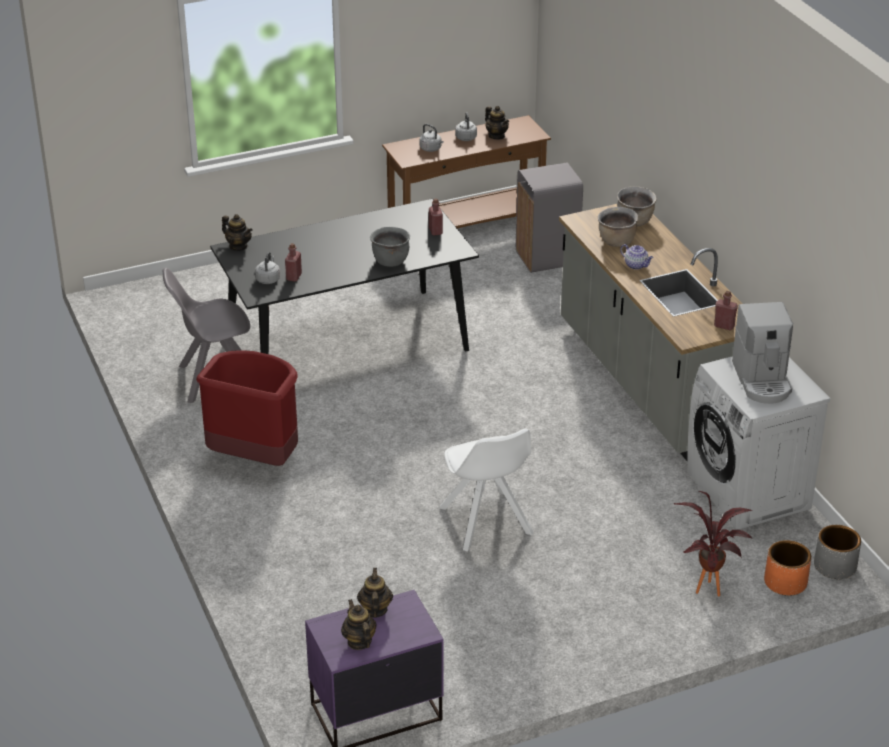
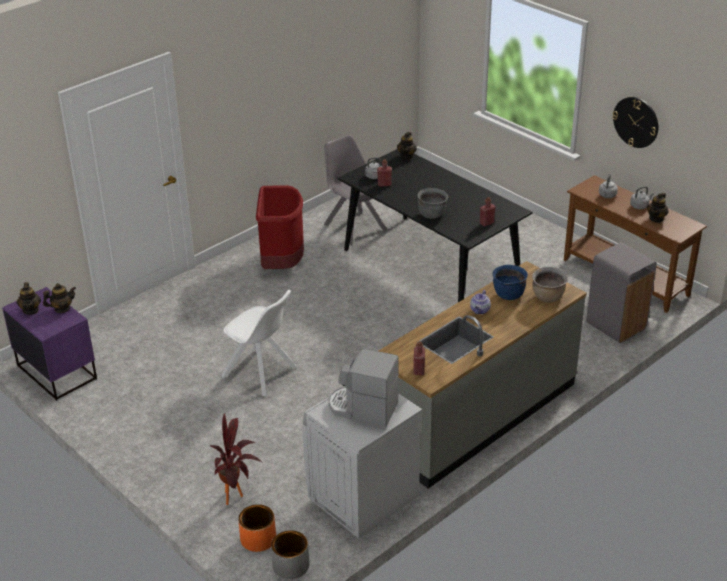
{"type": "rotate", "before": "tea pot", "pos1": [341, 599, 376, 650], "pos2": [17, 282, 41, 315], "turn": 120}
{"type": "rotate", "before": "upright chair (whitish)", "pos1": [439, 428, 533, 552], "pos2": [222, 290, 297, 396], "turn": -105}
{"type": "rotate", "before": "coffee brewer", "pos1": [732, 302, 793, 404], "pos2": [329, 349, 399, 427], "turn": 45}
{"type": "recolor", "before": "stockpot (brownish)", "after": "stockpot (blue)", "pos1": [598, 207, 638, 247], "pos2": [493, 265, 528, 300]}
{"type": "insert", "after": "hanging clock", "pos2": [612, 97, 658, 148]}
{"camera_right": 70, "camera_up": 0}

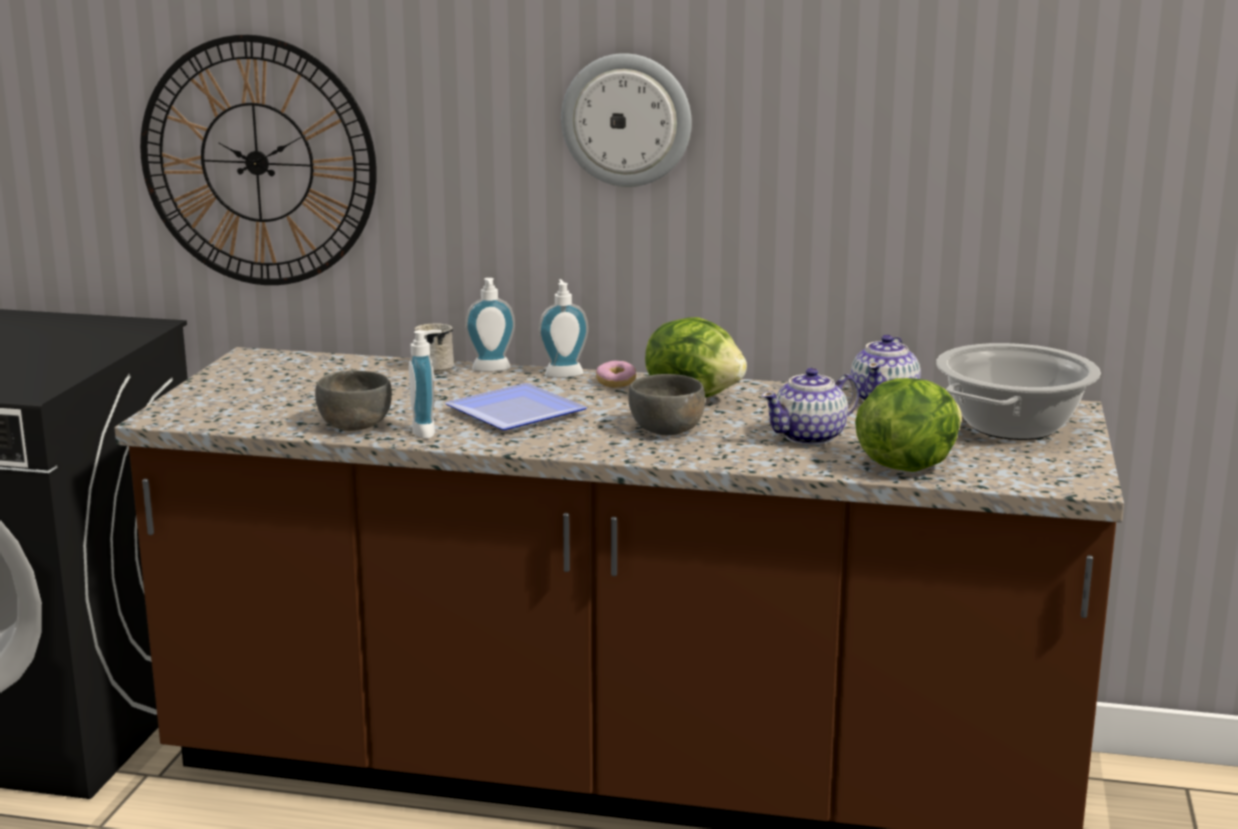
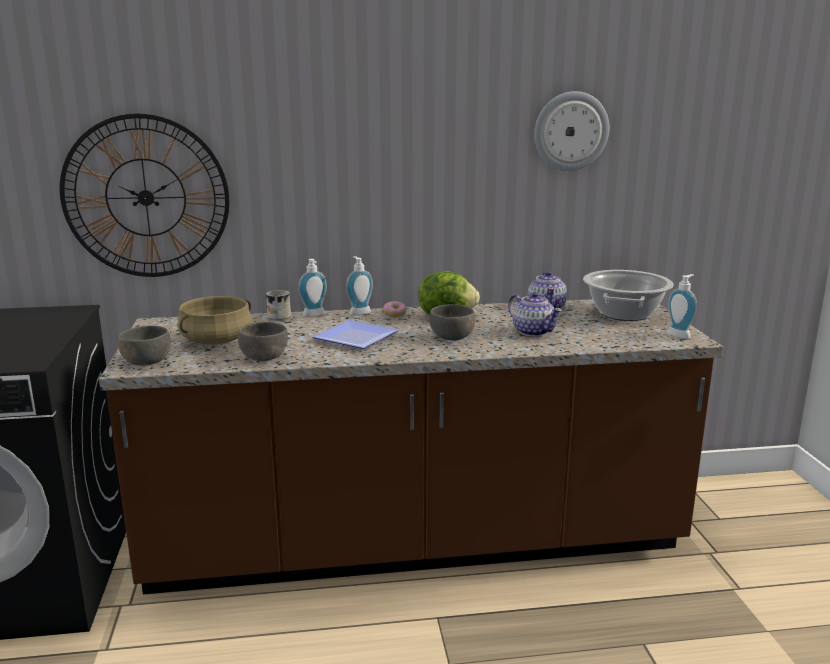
{"type": "insert", "after": "deep dish (grey)", "pos2": [118, 326, 171, 366]}
{"type": "insert", "after": "stockpot (beige-coloured)", "pos2": [177, 296, 252, 345]}
{"type": "rotate", "before": "tea pot", "pos1": [761, 368, 859, 445], "pos2": [508, 292, 562, 337], "turn": -75}
{"type": "move", "before": "hanging clock", "pos1": [561, 53, 692, 187], "pos2": [534, 91, 609, 171]}
{"type": "move", "before": "soap dispenser", "pos1": [409, 330, 442, 439], "pos2": [668, 274, 697, 339]}
{"type": "delete", "before": "lettuce", "pos1": [855, 378, 962, 472]}
{"camera_right": -20, "camera_up": 0}

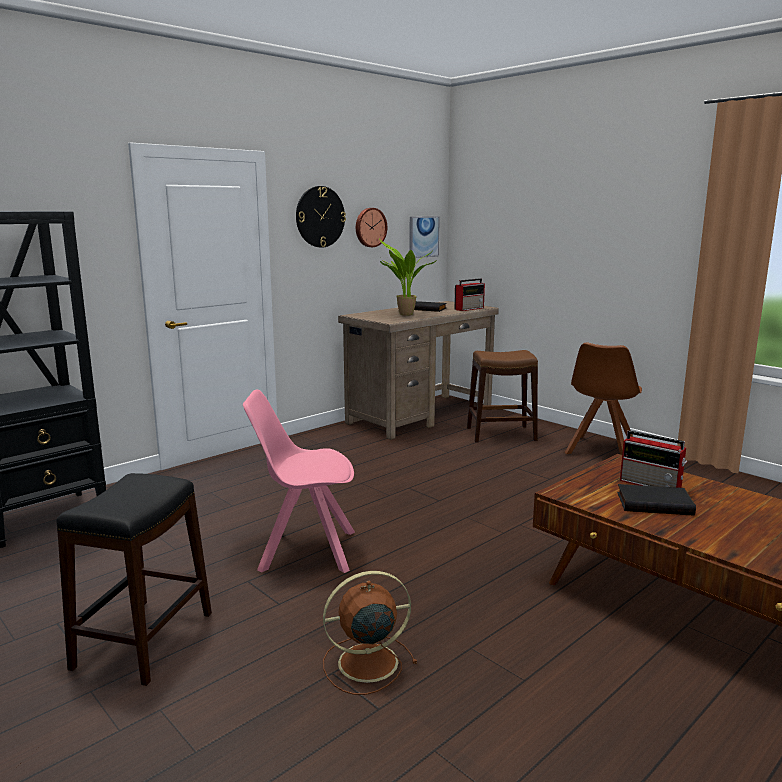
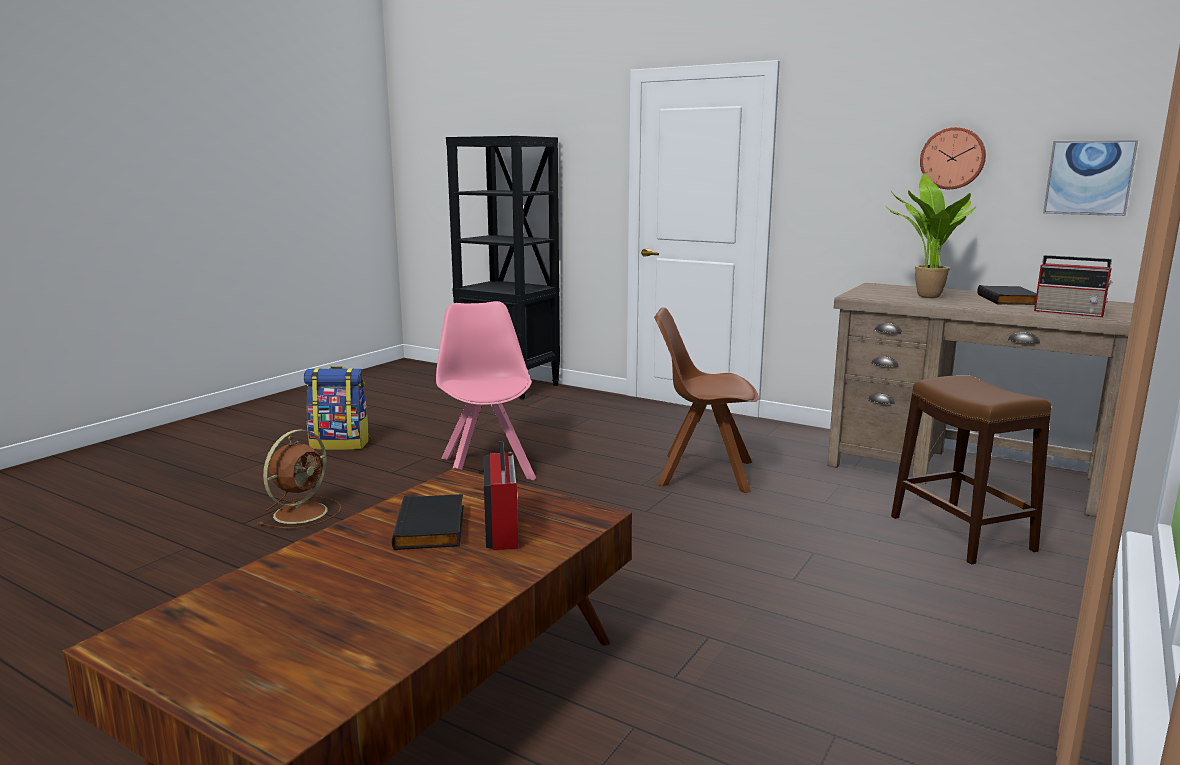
{"type": "rotate", "before": "cooling fan (brownish)", "pos1": [323, 571, 417, 695], "pos2": [258, 429, 341, 529], "turn": 60}
{"type": "replace", "before": "stool seat (black)", "after": "knapsack", "pos1": [56, 473, 212, 686], "pos2": [304, 366, 370, 450]}
{"type": "rotate", "before": "radio set", "pos1": [620, 430, 687, 488], "pos2": [484, 442, 518, 550], "turn": 150}
{"type": "move", "before": "upright chair (brownish)", "pos1": [565, 342, 642, 455], "pos2": [654, 307, 759, 493]}
{"type": "delete", "before": "hanging clock", "pos1": [296, 186, 346, 248]}
{"camera_right": 75, "camera_up": 0}

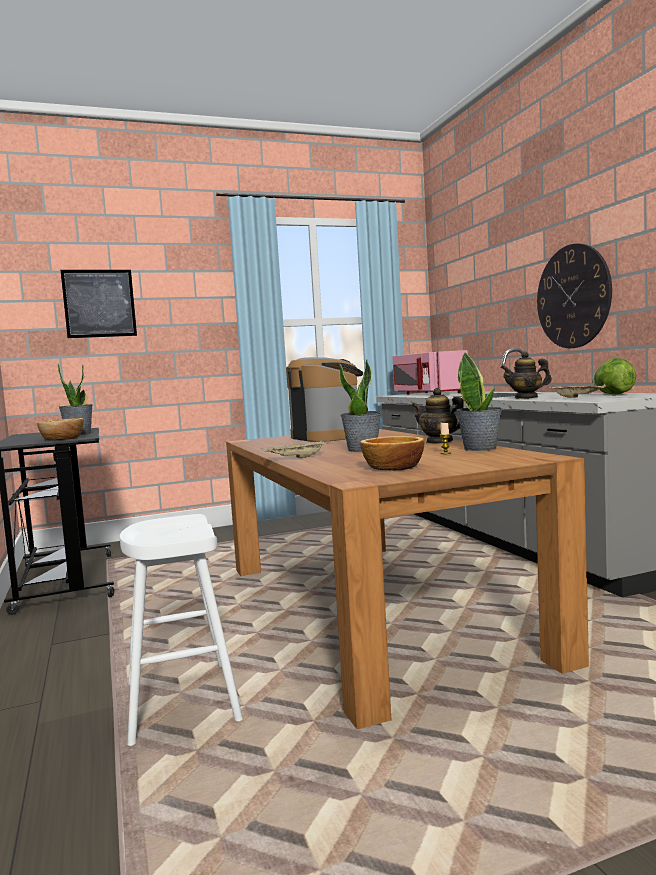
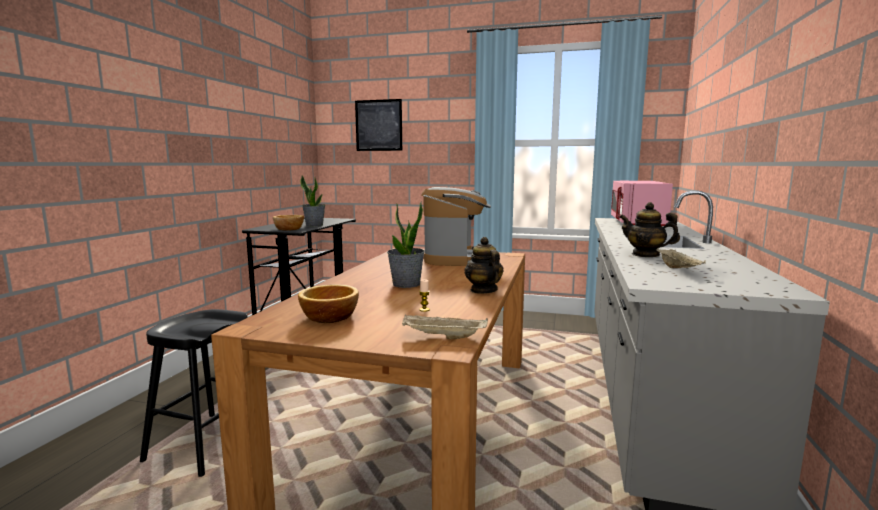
{"type": "recolor", "before": "stool seat (whitish)", "after": "stool seat (black)", "pos1": [120, 514, 243, 746], "pos2": [140, 309, 248, 477]}
{"type": "move", "before": "tray (beige-coloured)", "pos1": [260, 439, 329, 458], "pos2": [402, 314, 488, 339]}
{"type": "delete", "before": "potted plant", "pos1": [456, 352, 502, 451]}
{"type": "delete", "before": "hanging clock", "pos1": [537, 244, 612, 348]}
{"type": "delete", "before": "lettuce", "pos1": [592, 358, 636, 395]}
{"camera_right": 35, "camera_up": 5}

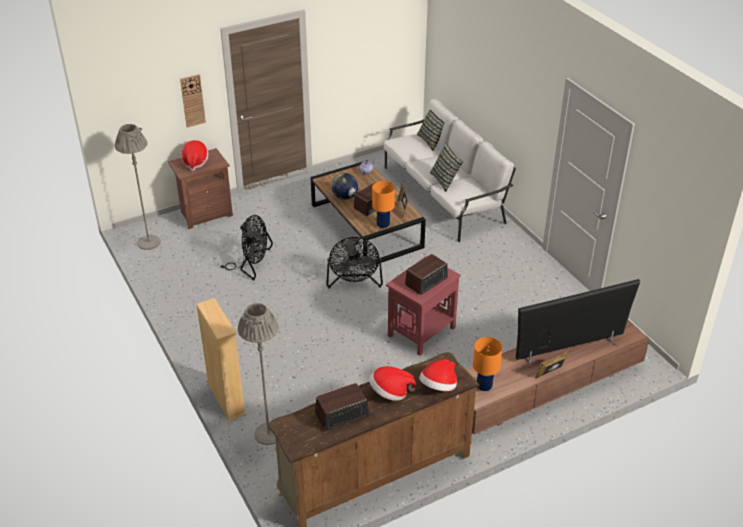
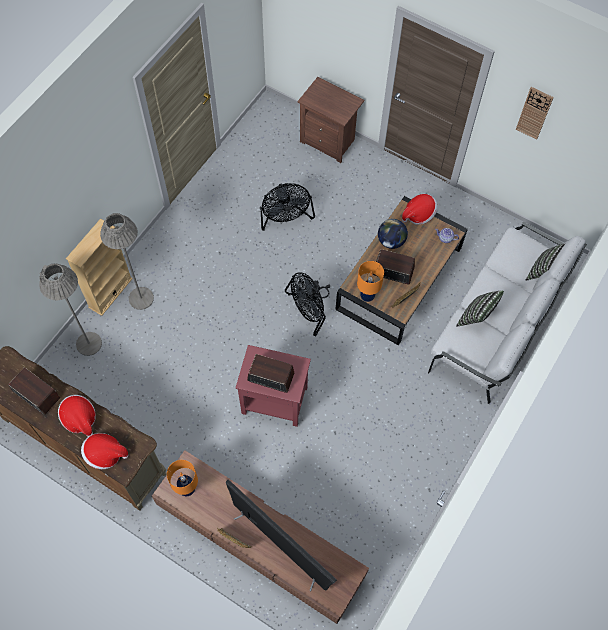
{"type": "move", "before": "floor lamp (grey)", "pos1": [115, 124, 161, 250], "pos2": [100, 213, 154, 310]}
{"type": "move", "before": "clothing hat", "pos1": [181, 140, 208, 171], "pos2": [402, 194, 437, 224]}
{"type": "move", "before": "hanging clock", "pos1": [180, 74, 206, 127], "pos2": [516, 87, 554, 140]}
{"camera_right": 60, "camera_up": 25}

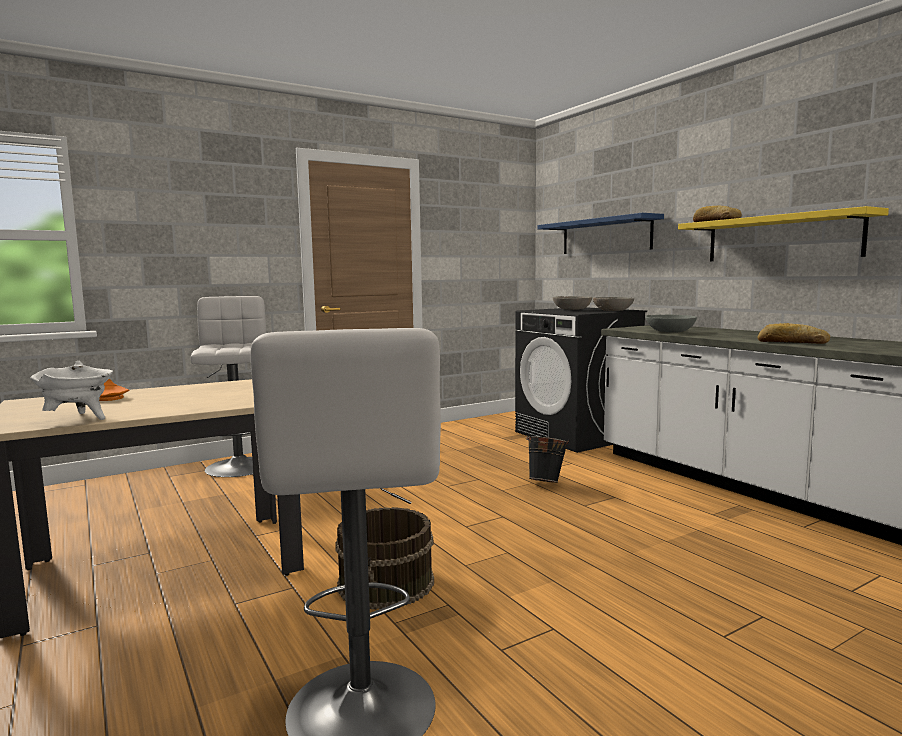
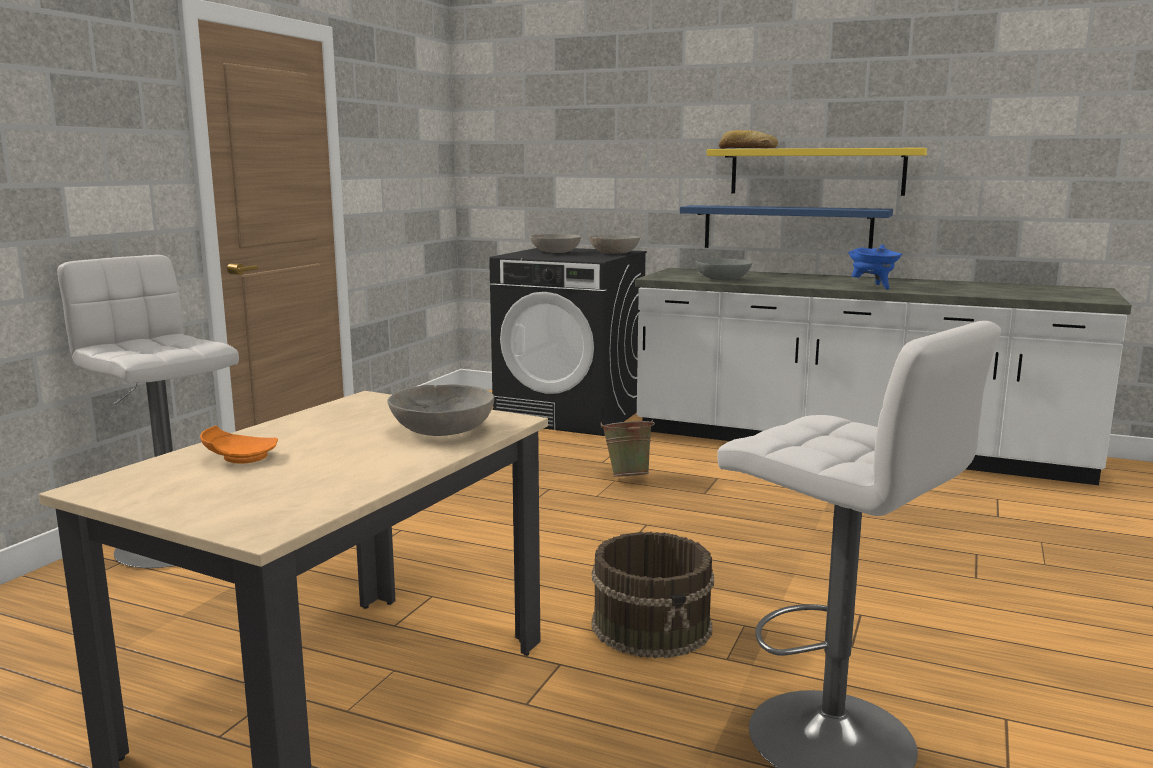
{"type": "insert", "after": "deep dish (grey)", "pos2": [387, 384, 494, 436]}
{"type": "recolor", "before": "bucket (black)", "after": "bucket (greenish)", "pos1": [526, 435, 570, 483], "pos2": [600, 420, 655, 477]}
{"type": "move", "before": "bracket shelf (blue)", "pos1": [537, 213, 664, 254], "pos2": [680, 205, 893, 249]}
{"type": "replace", "before": "bread", "after": "stockpot (blue)", "pos1": [757, 323, 830, 344], "pos2": [848, 244, 902, 290]}
{"type": "delete", "before": "stockpot (whitish)", "pos1": [30, 361, 113, 420]}
{"camera_right": -35, "camera_up": 5}

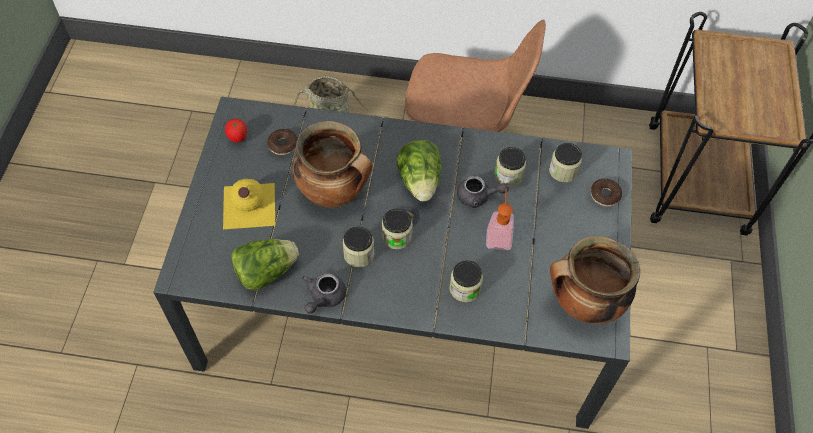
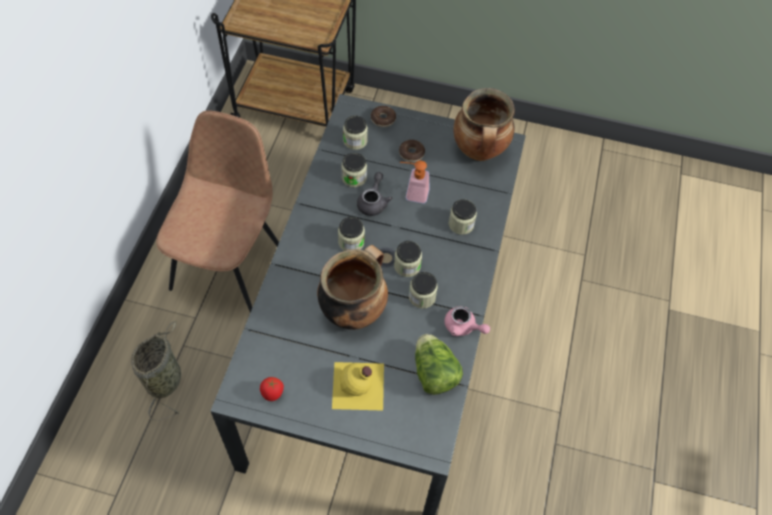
{"type": "replace", "before": "lettuce", "after": "preserve jar", "pos1": [397, 140, 441, 201], "pos2": [338, 217, 365, 251]}
{"type": "move", "before": "ring doughnut", "pos1": [267, 129, 298, 155], "pos2": [399, 140, 425, 162]}
{"type": "recolor", "before": "tea pot (grey)", "after": "tea pot (pinkish)", "pos1": [302, 273, 346, 314], "pos2": [444, 306, 490, 336]}
{"camera_right": -85, "camera_up": 0}

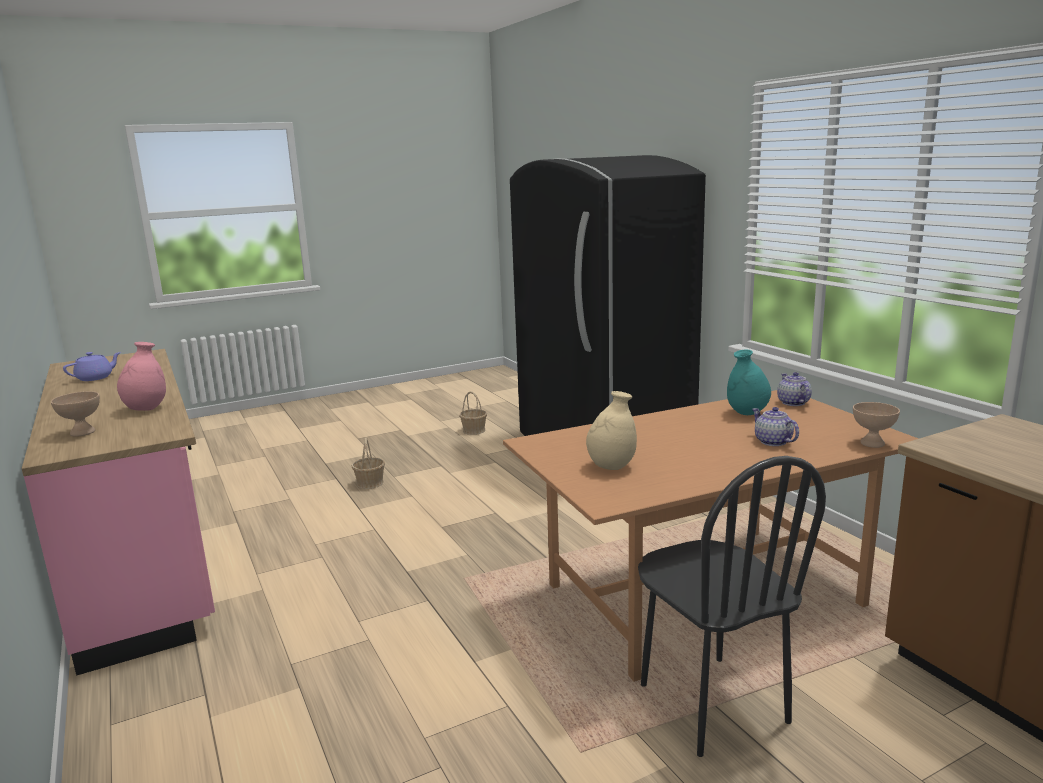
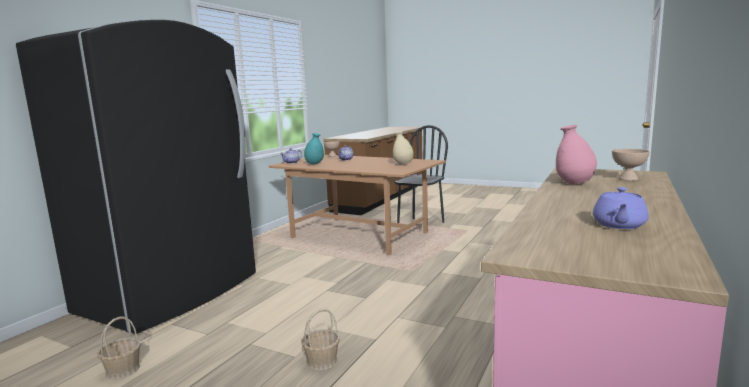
{"type": "rotate", "before": "tea pot (purple-coloured)", "pos1": [63, 352, 121, 381], "pos2": [593, 187, 649, 229], "turn": -75}
{"camera_right": -125, "camera_up": -5}

